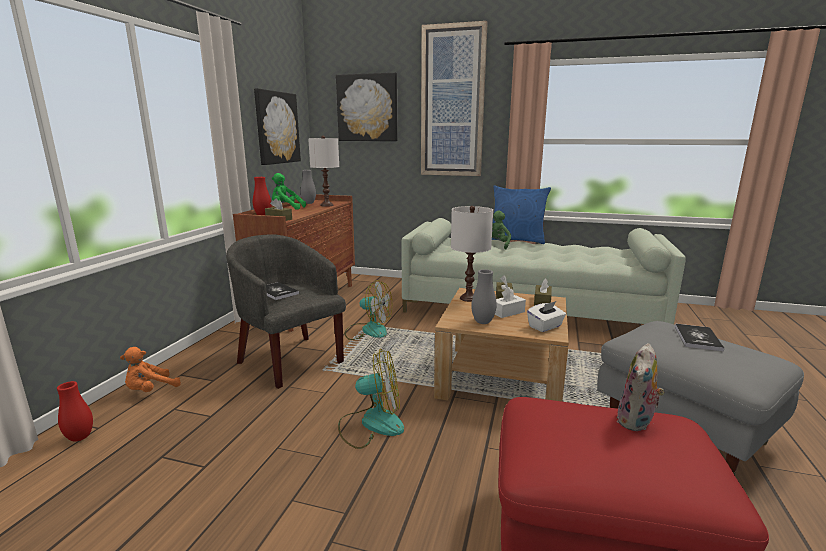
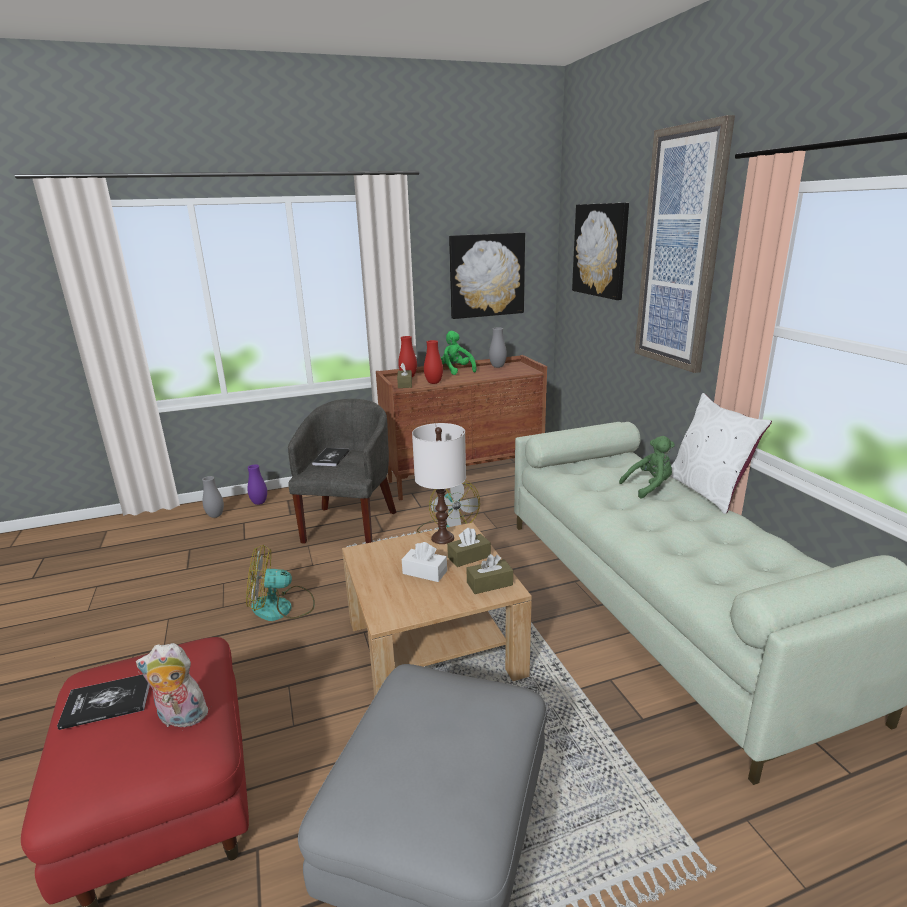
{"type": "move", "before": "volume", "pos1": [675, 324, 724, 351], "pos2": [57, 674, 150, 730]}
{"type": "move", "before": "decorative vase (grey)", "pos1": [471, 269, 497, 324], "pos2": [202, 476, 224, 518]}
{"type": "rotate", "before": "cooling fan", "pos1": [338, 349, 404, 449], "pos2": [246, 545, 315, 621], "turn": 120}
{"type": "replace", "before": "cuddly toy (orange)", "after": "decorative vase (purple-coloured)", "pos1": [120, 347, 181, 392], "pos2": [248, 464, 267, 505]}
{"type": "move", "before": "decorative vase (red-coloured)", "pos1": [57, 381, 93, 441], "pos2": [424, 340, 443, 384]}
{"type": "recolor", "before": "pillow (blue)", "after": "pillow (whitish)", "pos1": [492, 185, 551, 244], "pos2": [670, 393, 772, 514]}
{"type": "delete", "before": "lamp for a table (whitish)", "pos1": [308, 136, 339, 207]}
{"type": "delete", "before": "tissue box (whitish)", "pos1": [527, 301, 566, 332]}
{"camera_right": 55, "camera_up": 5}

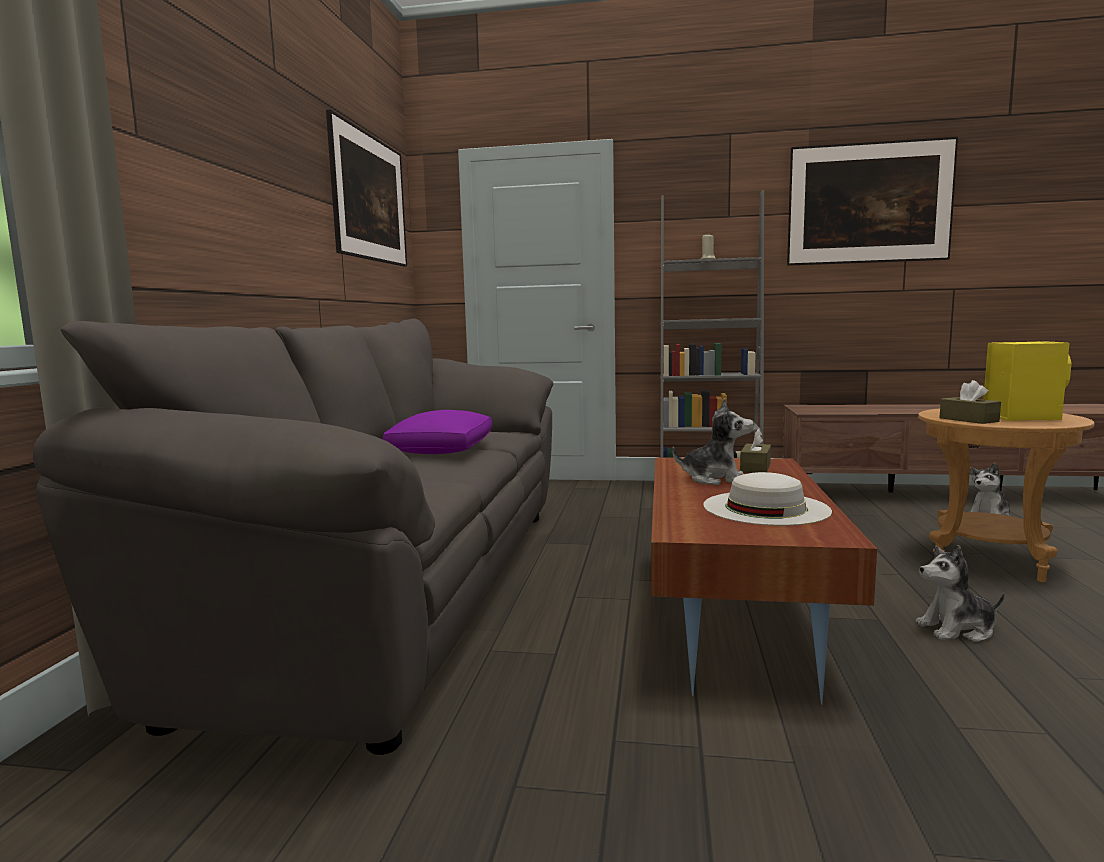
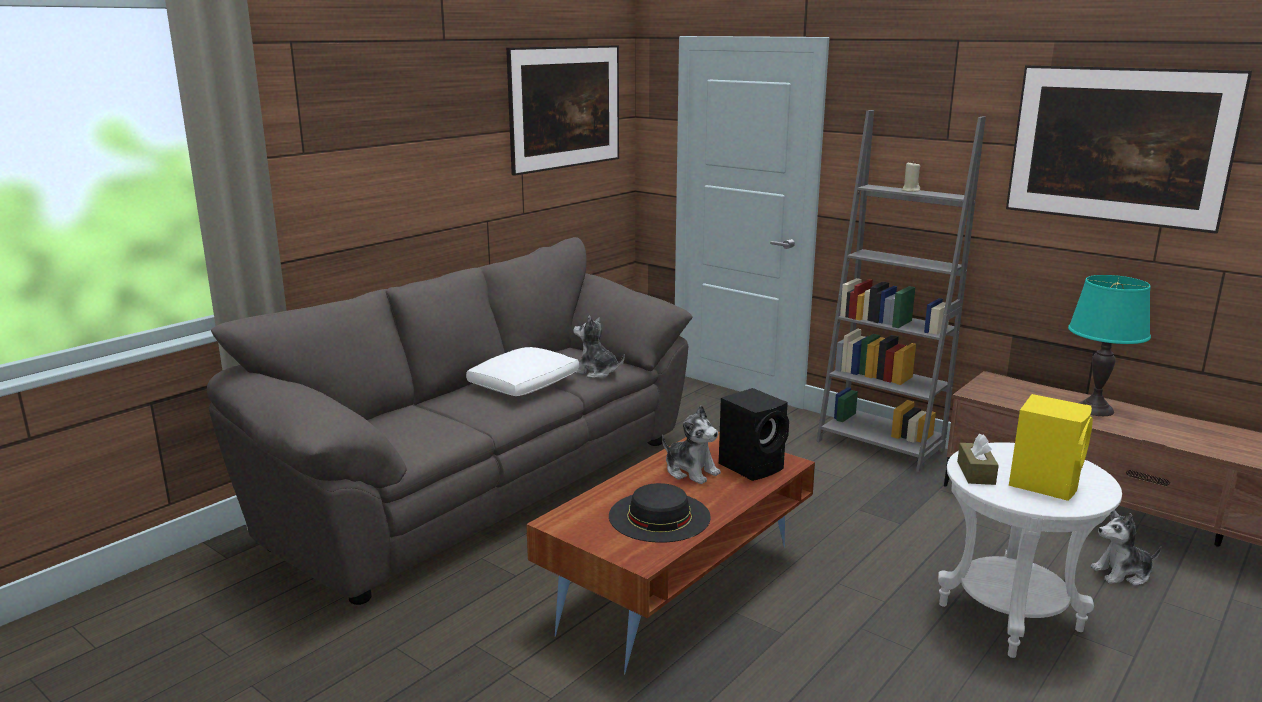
{"type": "recolor", "before": "pillow (purple-coloured)", "after": "pillow (whitish)", "pos1": [382, 410, 492, 454], "pos2": [466, 347, 579, 396]}
{"type": "move", "before": "cuddly toy", "pos1": [916, 545, 1005, 642], "pos2": [573, 316, 625, 378]}
{"type": "recolor", "before": "clothing hat (whitish)", "after": "clothing hat (black)", "pos1": [703, 472, 832, 526], "pos2": [609, 483, 711, 543]}
{"type": "replace", "before": "tissue box (brownish)", "after": "loudspeaker (black)", "pos1": [740, 429, 771, 473], "pos2": [719, 388, 789, 481]}
{"type": "recolor", "before": "end table (brownish)", "after": "end table (whitish)", "pos1": [918, 409, 1094, 583], "pos2": [938, 442, 1122, 658]}
{"type": "insert", "after": "lamp for a table (blue-green)", "pos2": [1068, 275, 1151, 416]}
{"camera_right": 30, "camera_up": 10}

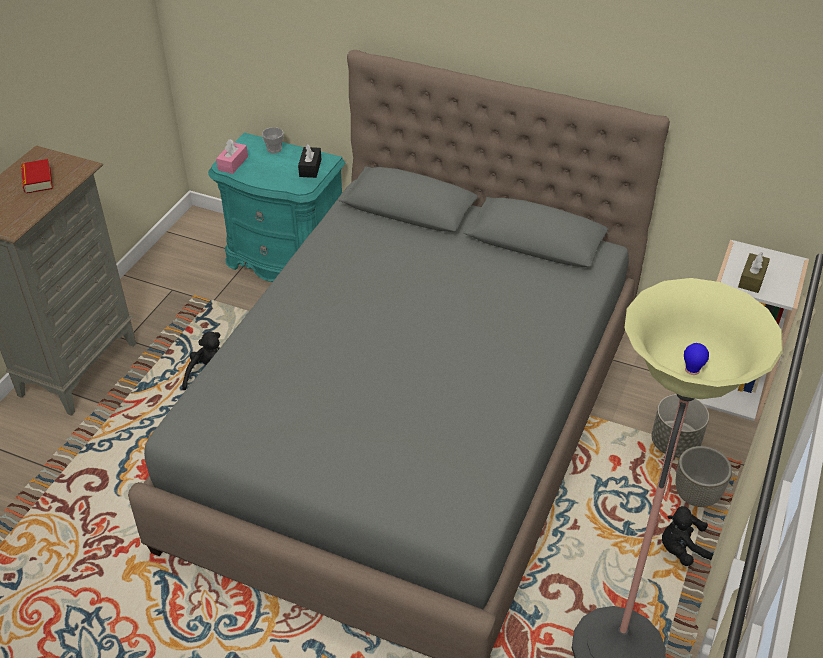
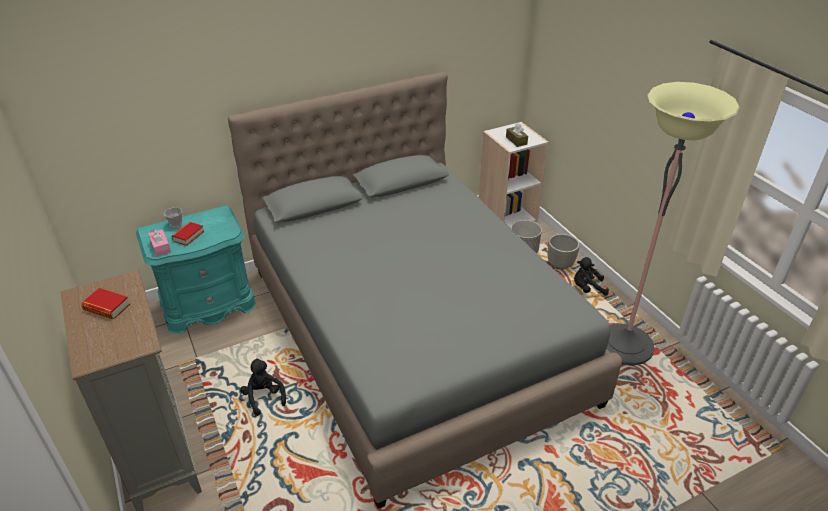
{"type": "insert", "after": "volume", "pos2": [171, 222, 204, 246]}
{"type": "rotate", "before": "cuddly toy (black)", "pos1": [662, 506, 714, 566], "pos2": [574, 257, 609, 296], "turn": 60}
{"type": "delete", "before": "tissue box (black)", "pos1": [298, 144, 321, 178]}
{"camera_right": -50, "camera_up": -5}

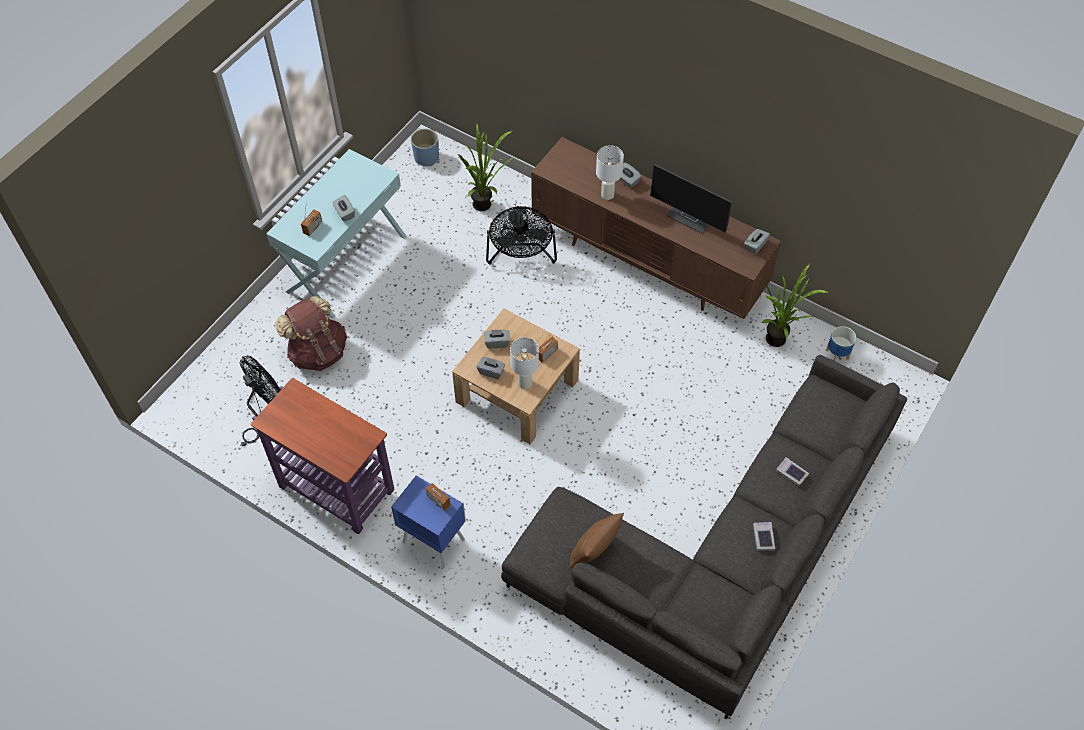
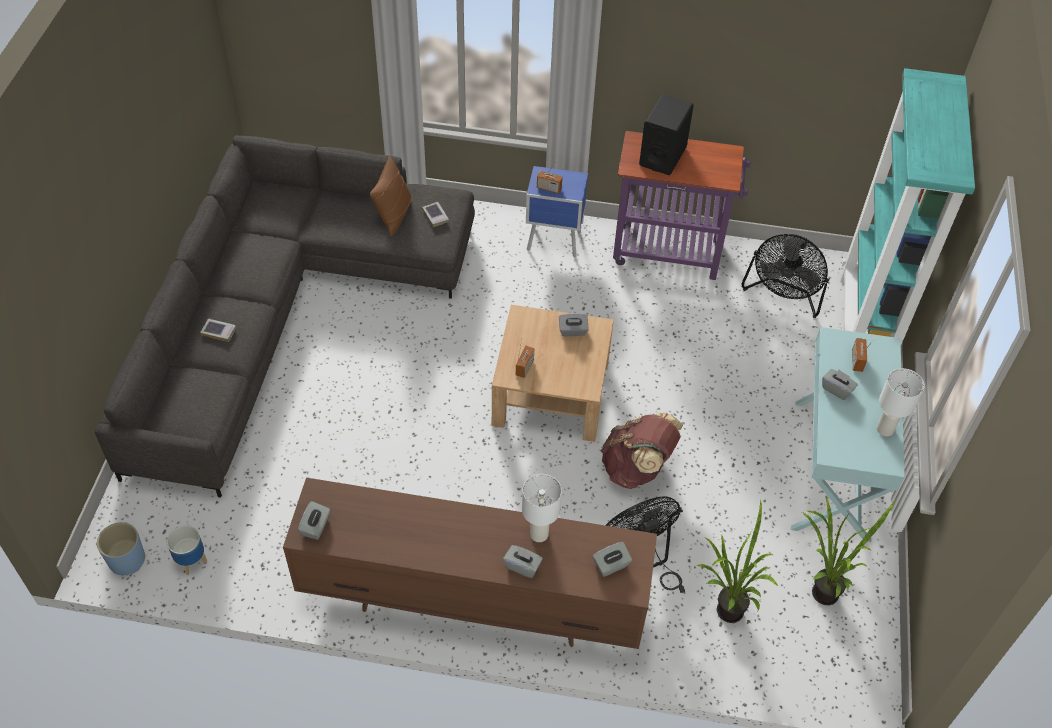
{"type": "move", "before": "plant pot (blue)", "pos1": [411, 129, 439, 166], "pos2": [97, 522, 145, 575]}
{"type": "move", "before": "volume", "pos1": [753, 522, 775, 551], "pos2": [422, 202, 449, 227]}
{"type": "move", "before": "tissue box (grey)", "pos1": [484, 330, 510, 348], "pos2": [593, 542, 632, 577]}
{"type": "move", "before": "knapsack (brownish)", "pos1": [276, 296, 347, 371], "pos2": [601, 412, 683, 489]}
{"type": "insert", "after": "loudspeaker (black)", "pos2": [639, 94, 694, 175]}
{"type": "move", "before": "potted plant", "pos1": [761, 263, 829, 347], "pos2": [802, 495, 895, 605]}
{"type": "insert", "after": "shelving unit (blue-green)", "pos2": [841, 68, 975, 344]}
{"type": "move", "before": "lamp for a table (whitish)", "pos1": [510, 337, 539, 389], "pos2": [877, 368, 925, 436]}
{"type": "delete", "before": "monitor", "pos1": [650, 164, 732, 233]}
{"camera_right": 155, "camera_up": -5}

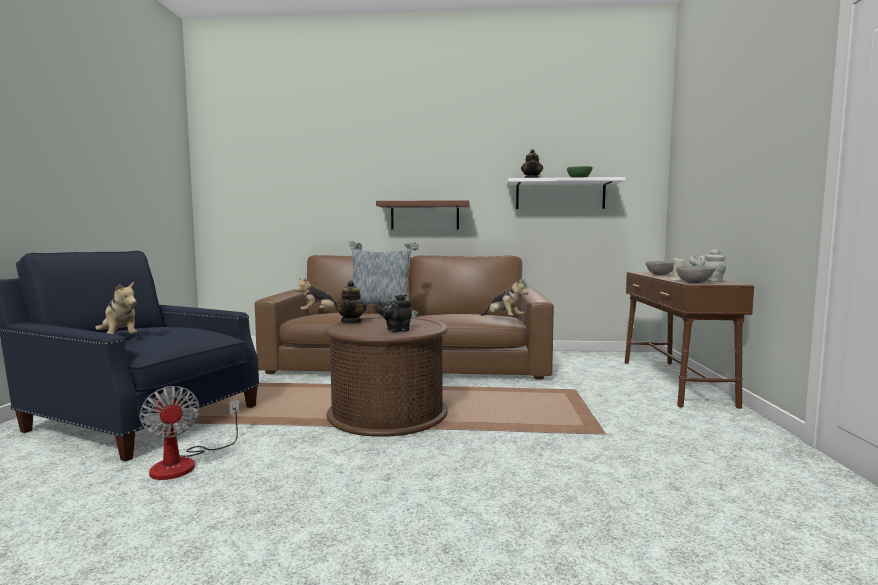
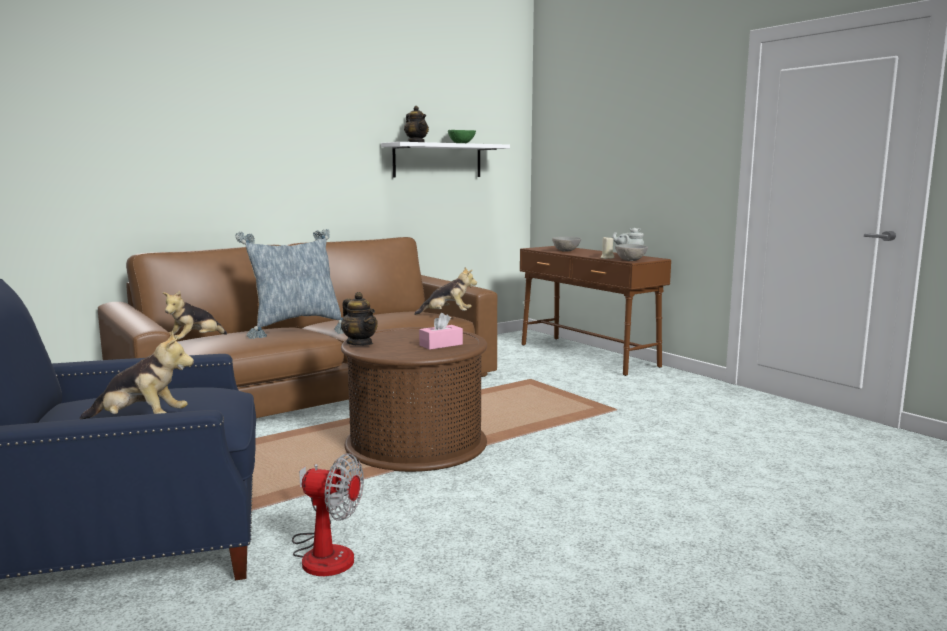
{"type": "replace", "before": "tea pot (black)", "after": "tissue box (pinkish)", "pos1": [376, 294, 412, 332], "pos2": [419, 313, 463, 350]}
{"type": "delete", "before": "bracket shelf (brownish)", "pos1": [376, 200, 469, 230]}
{"camera_right": -40, "camera_up": 5}

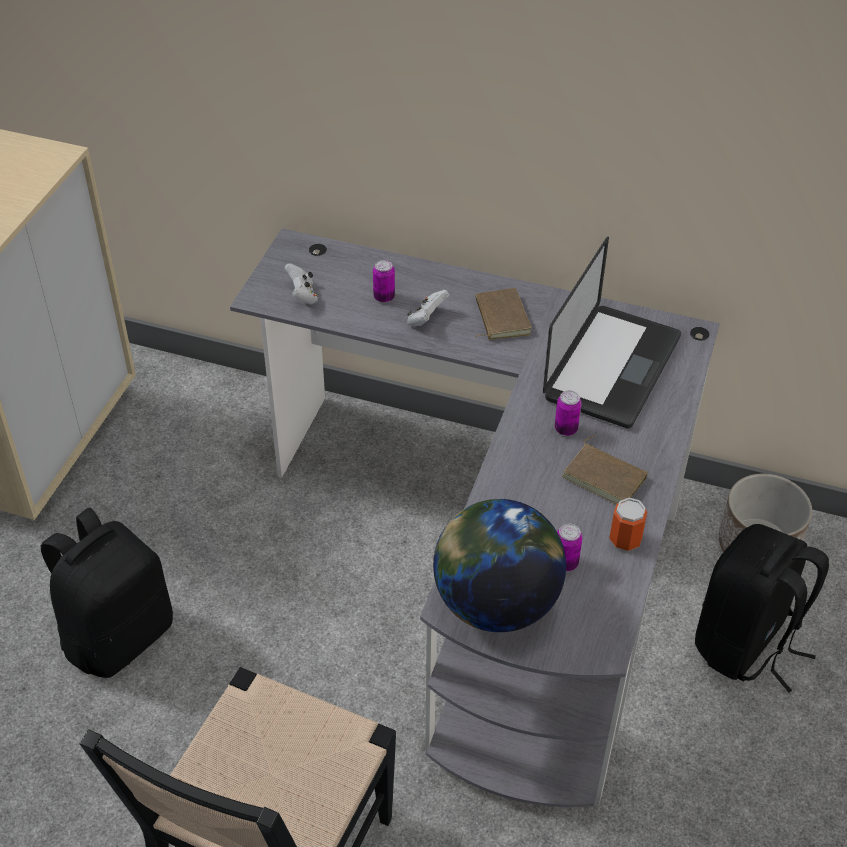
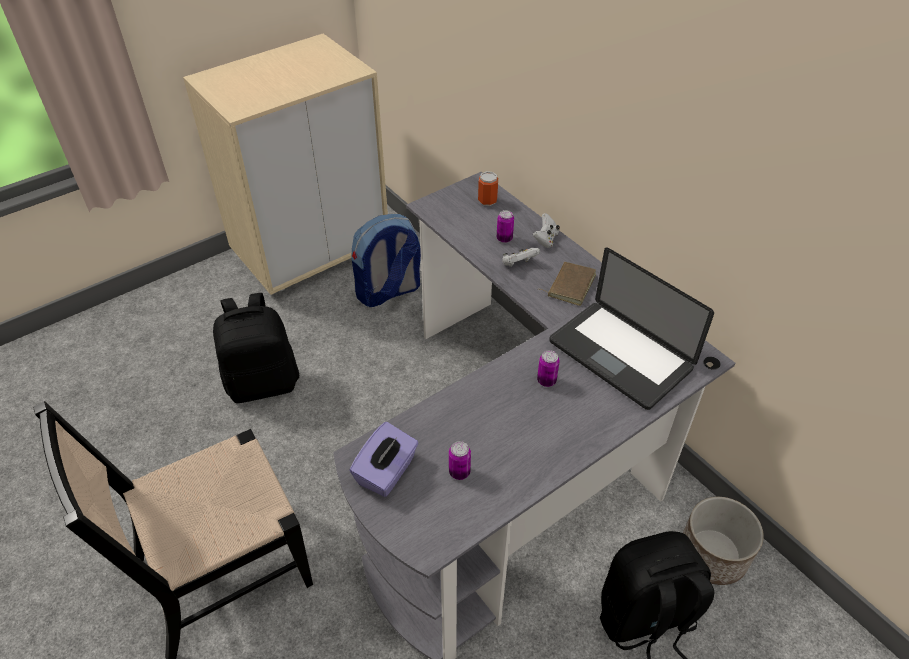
{"type": "replace", "before": "globe", "after": "tissue box (purple-coloured)", "pos1": [433, 499, 566, 632], "pos2": [349, 422, 419, 497]}
{"type": "insert", "after": "knapsack", "pos2": [352, 214, 421, 307]}
{"type": "move", "before": "can", "pos1": [609, 498, 647, 552], "pos2": [478, 171, 498, 206]}
{"type": "move", "before": "game controller (whitish)", "pos1": [285, 263, 318, 305], "pos2": [533, 213, 560, 248]}
{"type": "rotate", "before": "laptop", "pos1": [543, 237, 681, 428], "pos2": [549, 248, 714, 410], "turn": 75}
{"type": "delete", "before": "volume (brownish)", "pos1": [562, 435, 648, 505]}
{"camera_right": 35, "camera_up": 0}

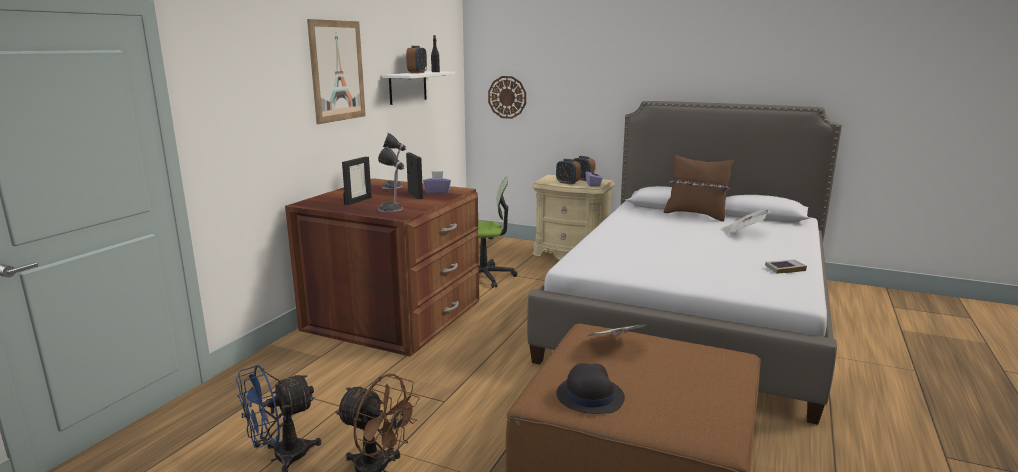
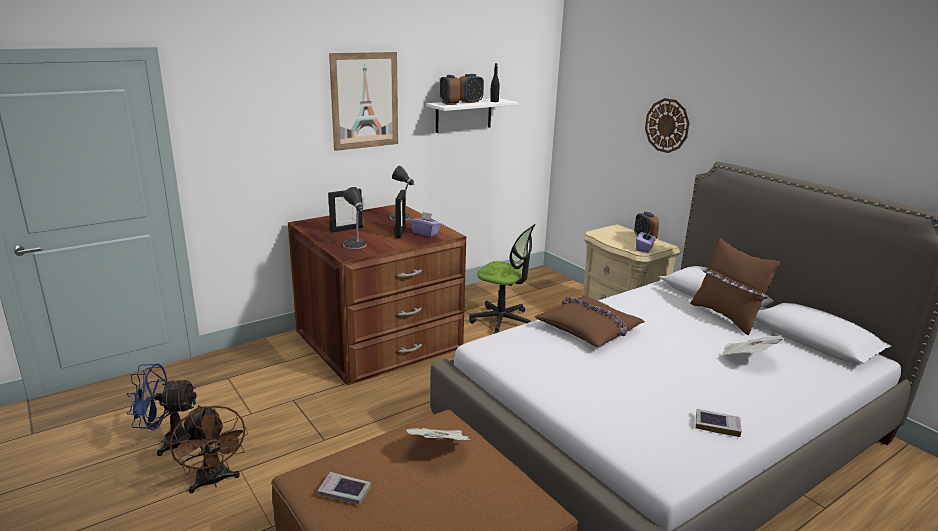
{"type": "replace", "before": "clothing hat (black)", "after": "volume", "pos1": [556, 363, 625, 414], "pos2": [317, 472, 371, 505]}
{"type": "move", "before": "table clock", "pos1": [556, 159, 581, 185], "pos2": [440, 75, 460, 105]}
{"type": "insert", "after": "pillow (brownish)", "pos2": [535, 295, 645, 347]}
{"type": "move", "before": "hanging clock", "pos1": [488, 76, 526, 119], "pos2": [645, 98, 690, 153]}
{"camera_right": 30, "camera_up": 5}

